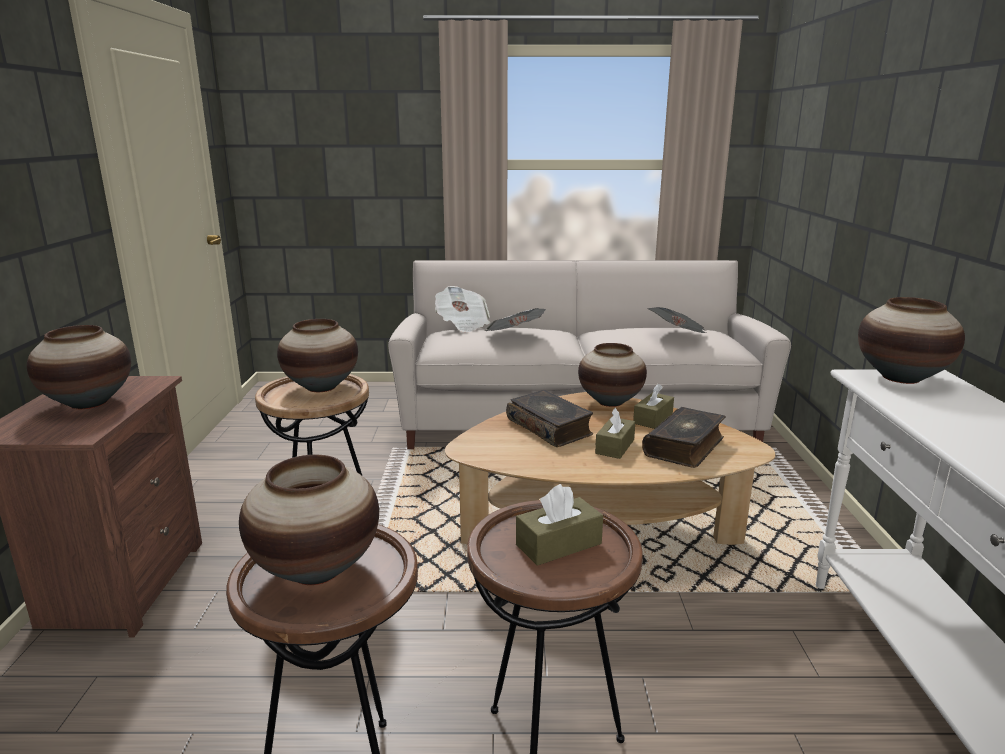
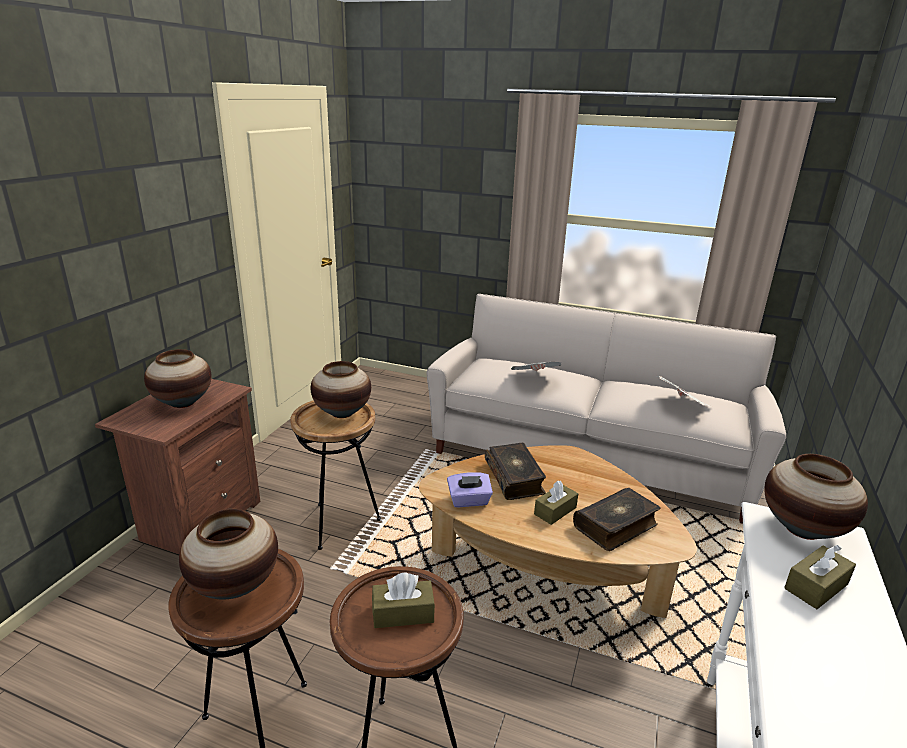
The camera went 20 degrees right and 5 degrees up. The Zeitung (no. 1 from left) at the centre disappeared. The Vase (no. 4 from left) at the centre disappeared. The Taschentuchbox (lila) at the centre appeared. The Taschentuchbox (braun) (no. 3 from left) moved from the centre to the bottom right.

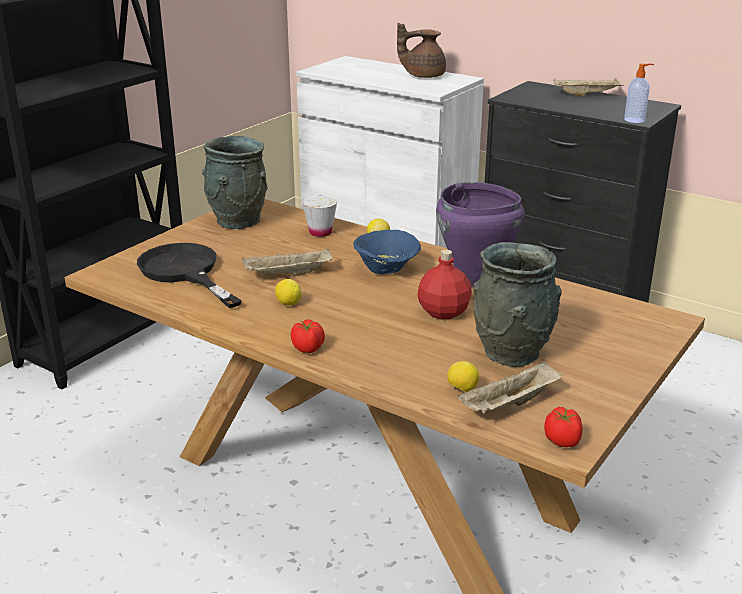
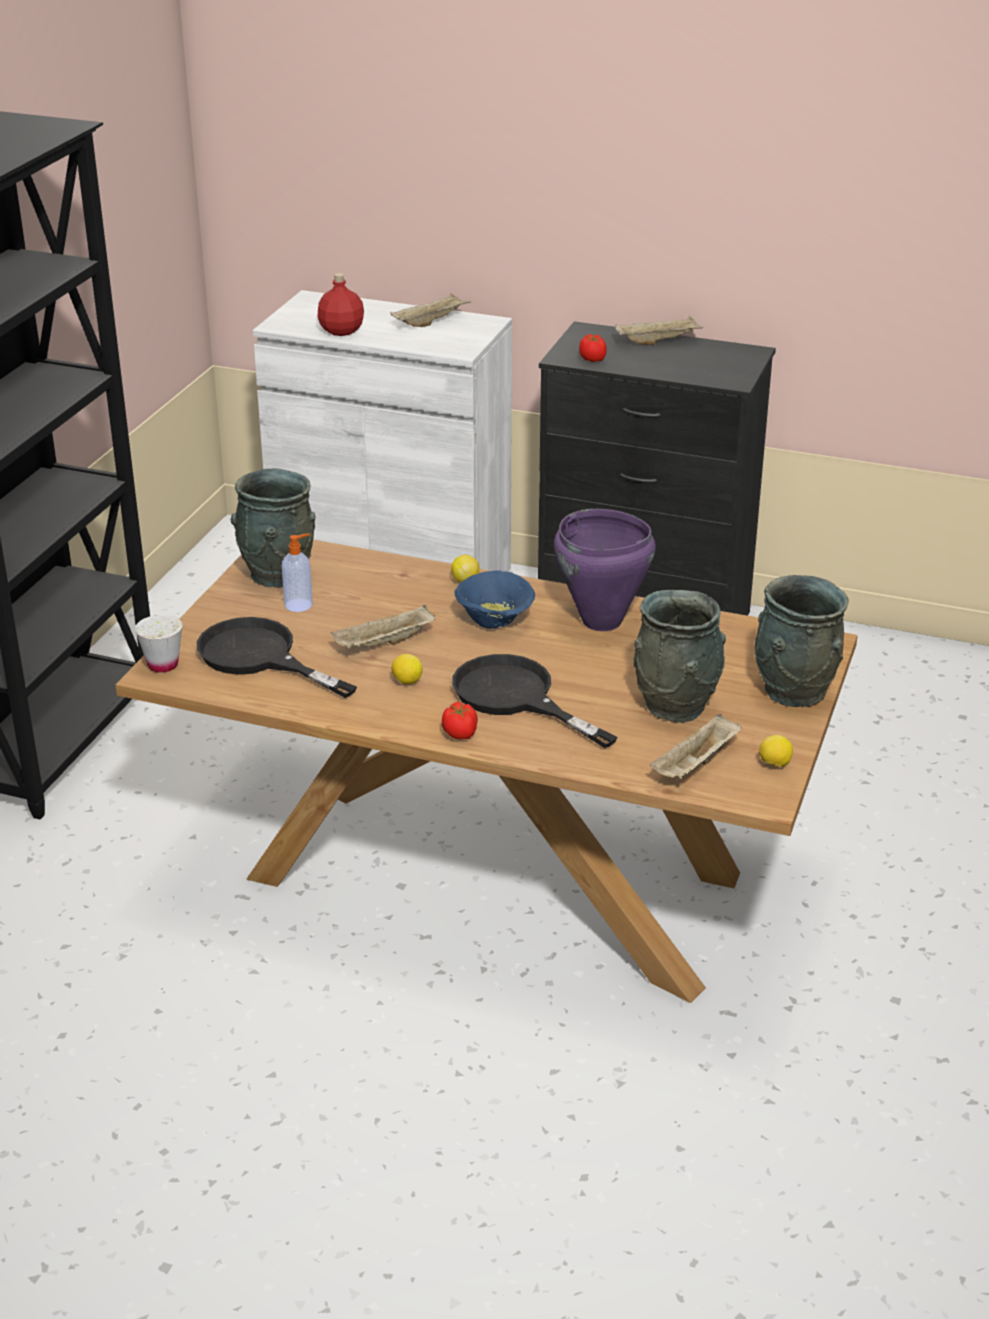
The camera went 15 degrees left and 5 degrees up. The Pfanne (schwarz) (no. 2 from left) at the centre appeared. The Vase (grau) (no. 3 from left) at the middle right appeared. The Tasse (weiß) moved from the centre to the middle left. The Flasche (rot) moved from the centre to the top centre. The Zitrone (no. 3 from left) moved from the centre to the middle right. The Tomate (no. 2 from left) moved from the bottom right to the top centre. The Seifenspender moved from the top right to the middle left. The Teekanne (braun) at the top centre was replaced by the Tablett (beige) (no. 2 from left) at the top centre.

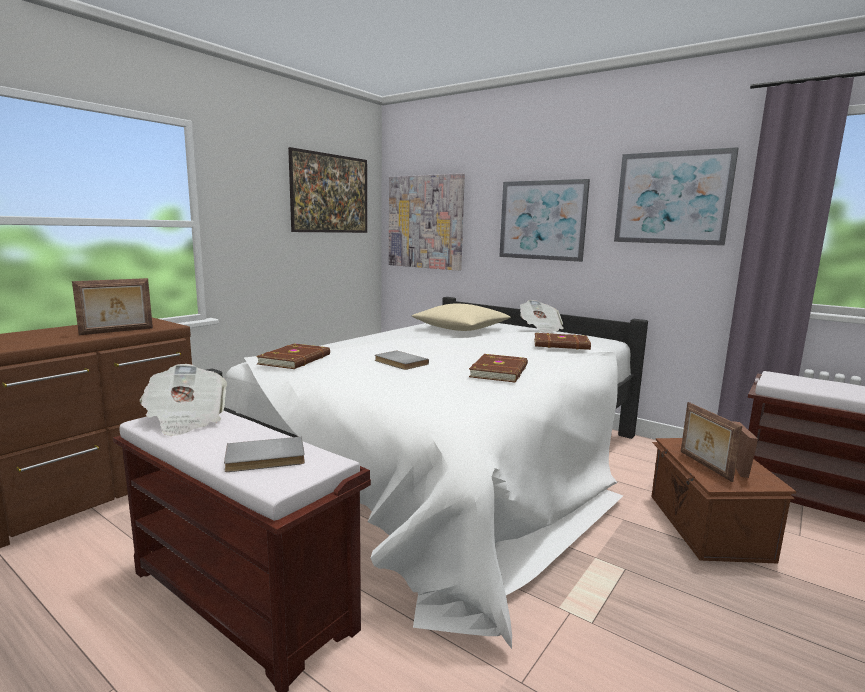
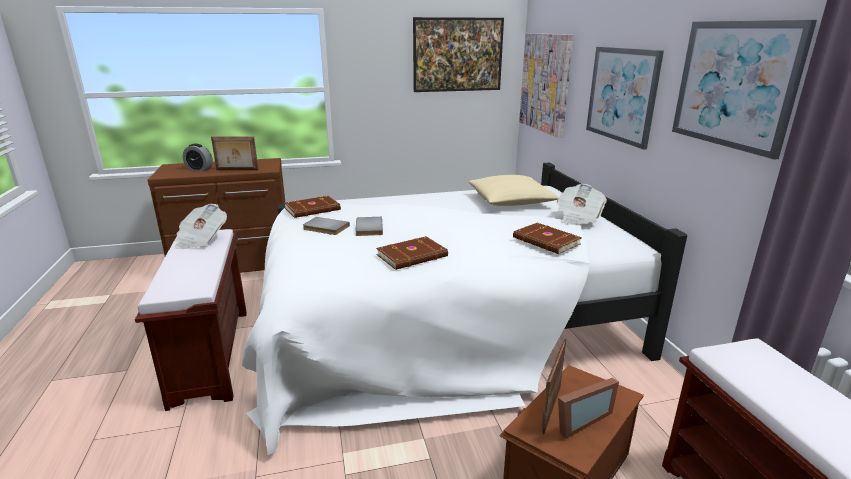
The camera went 40 degrees right and 10 degrees up. The Wecker at the top left appeared. The Buch (grau) (no. 1 from left) moved from the middle left to the centre.

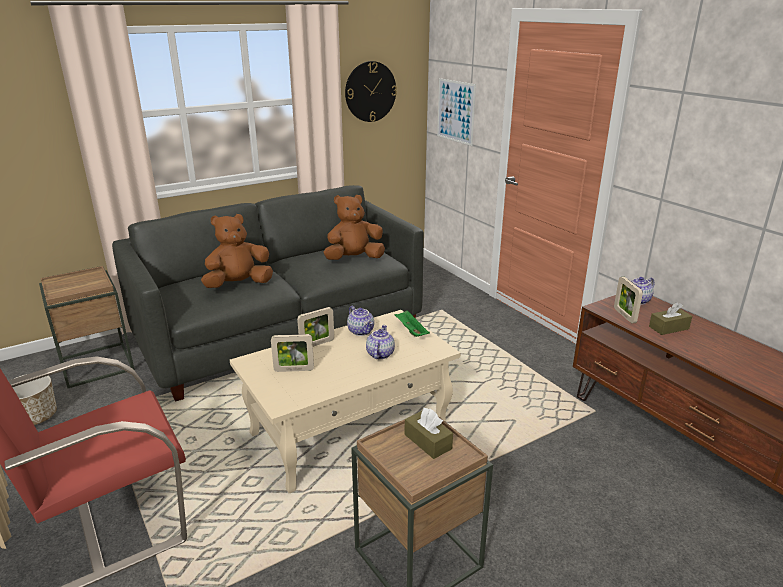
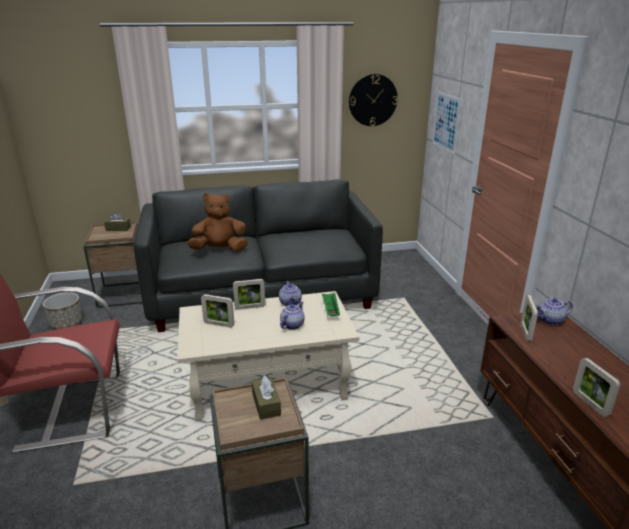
The camera went 20 degrees right and 0 degrees up. The Plüschtier (braun) (no. 2 from left) at the centre disappeared. The Bilderrahmen (no. 4 from left) at the bottom right appeared. The Taschentuchbox (braun) (no. 2 from left in the first image) moved from the middle right to the middle left.

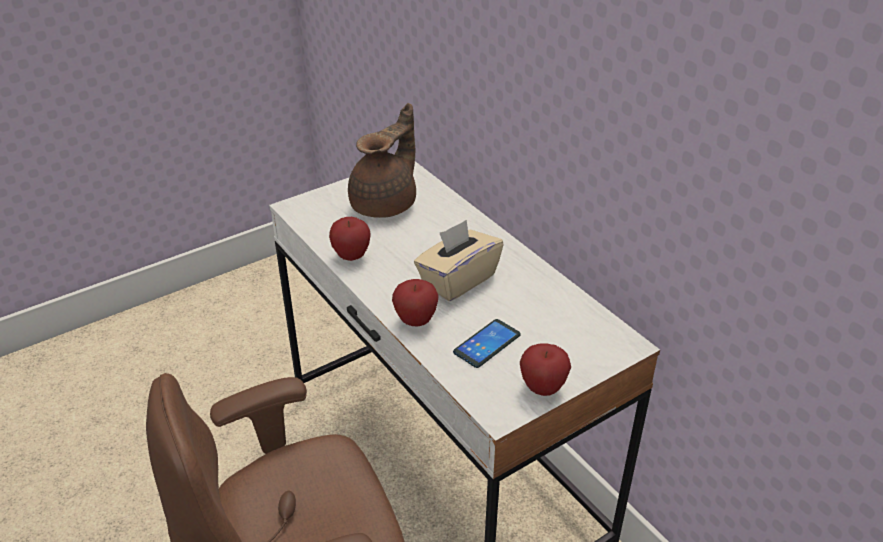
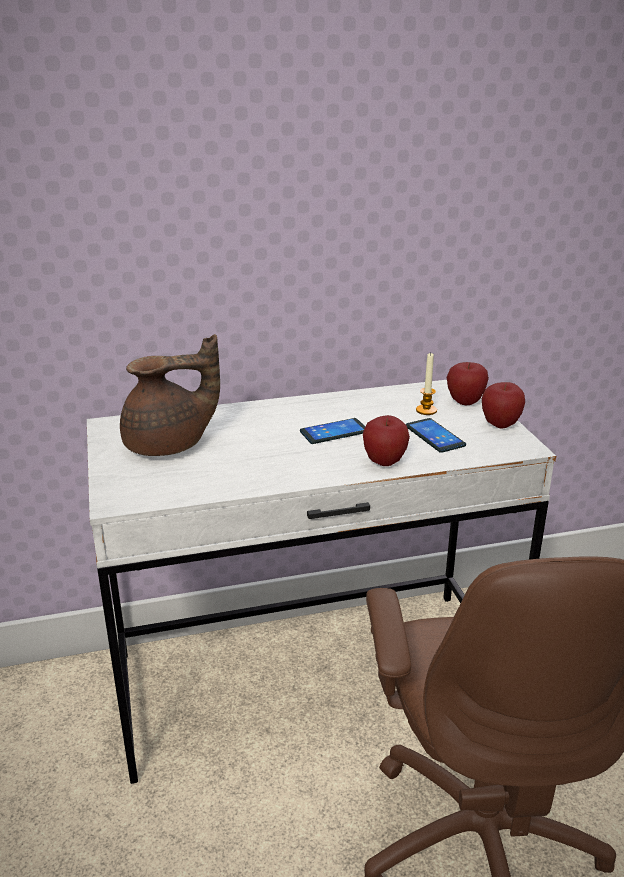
The camera went 70 degrees left and 10 degrees down. The Kerze at the middle right appeared. The Apfel (no. 1 from left in the first image) moved from the centre to the middle right. The Taschentuchbox (beige) at the centre was replaced by the Handy (no. 1 from left) at the centre. The Teekanne (braun) at the top centre turned 105 degrees clockwise.

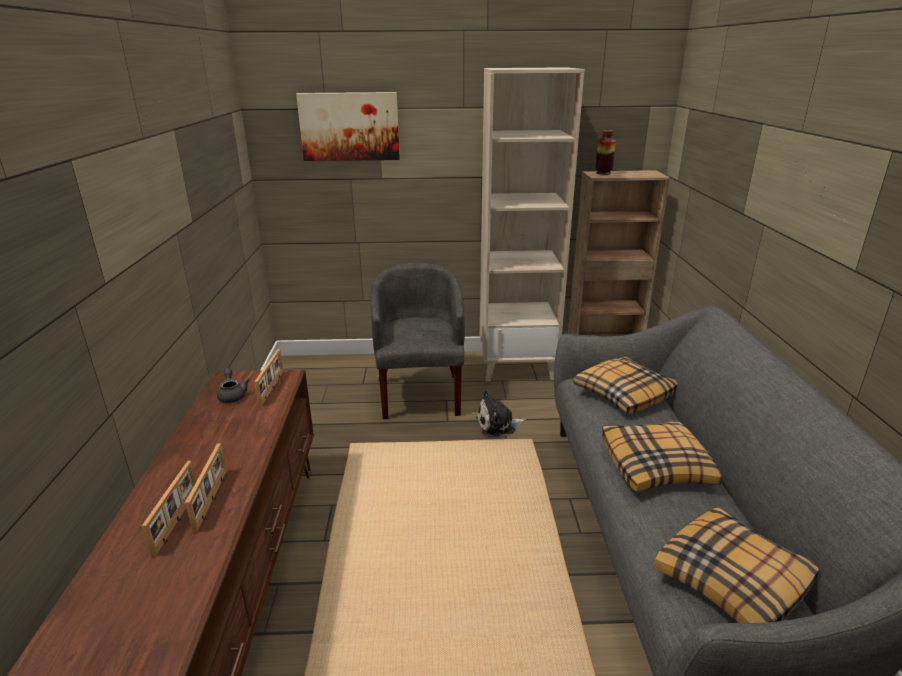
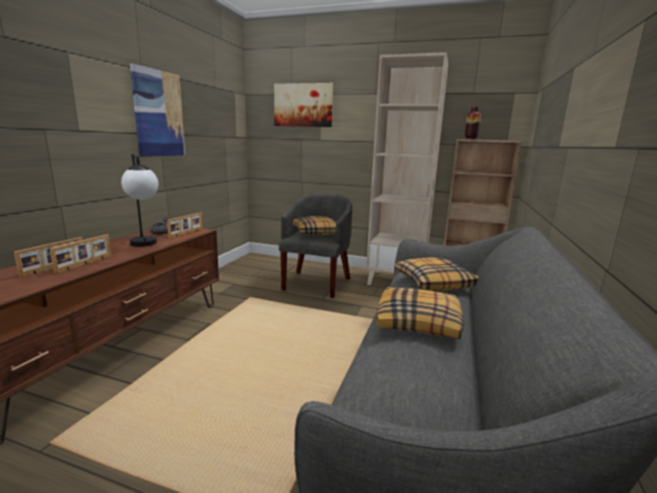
The camera went 20 degrees right and 10 degrees down. The Plüschtier at the centre disappeared. The Tischlampe at the middle left appeared. The Bild (no. 1 from left) at the top left appeared. The Kissen (no. 3 from left in the first image) moved from the bottom right to the centre.

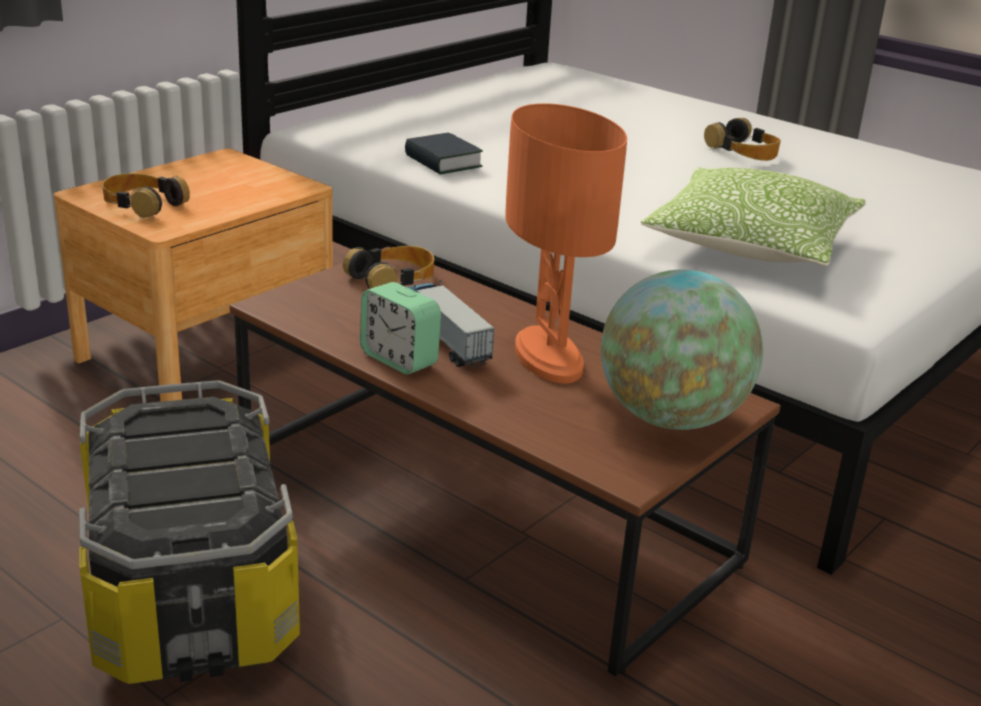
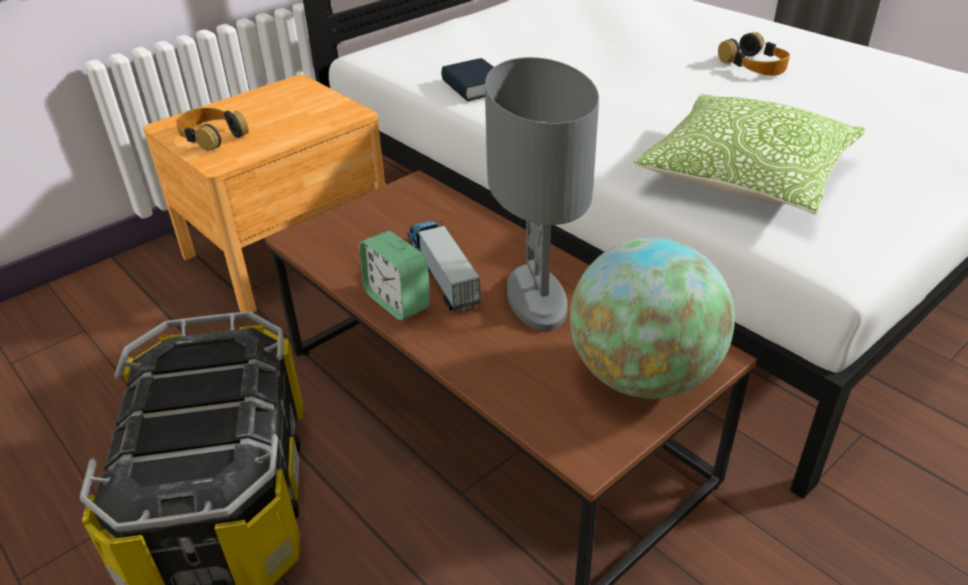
The camera went 10 degrees right and 10 degrees up. The Kopfhörer (no. 2 from left) at the centre disappeared. The Tischlampe (orange) at the centre became the Tischlampe (grau) at the top centre.

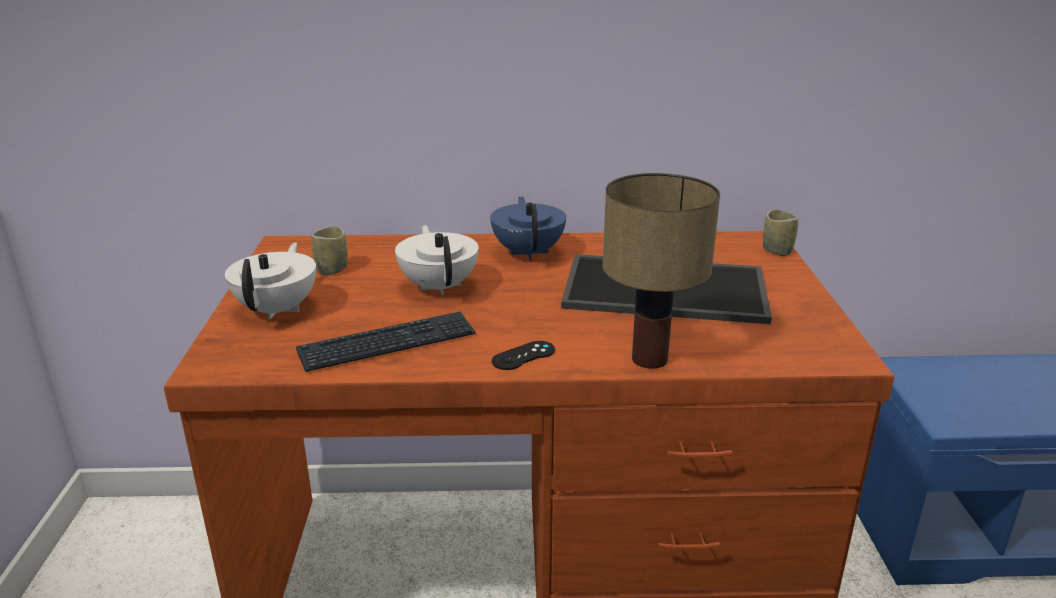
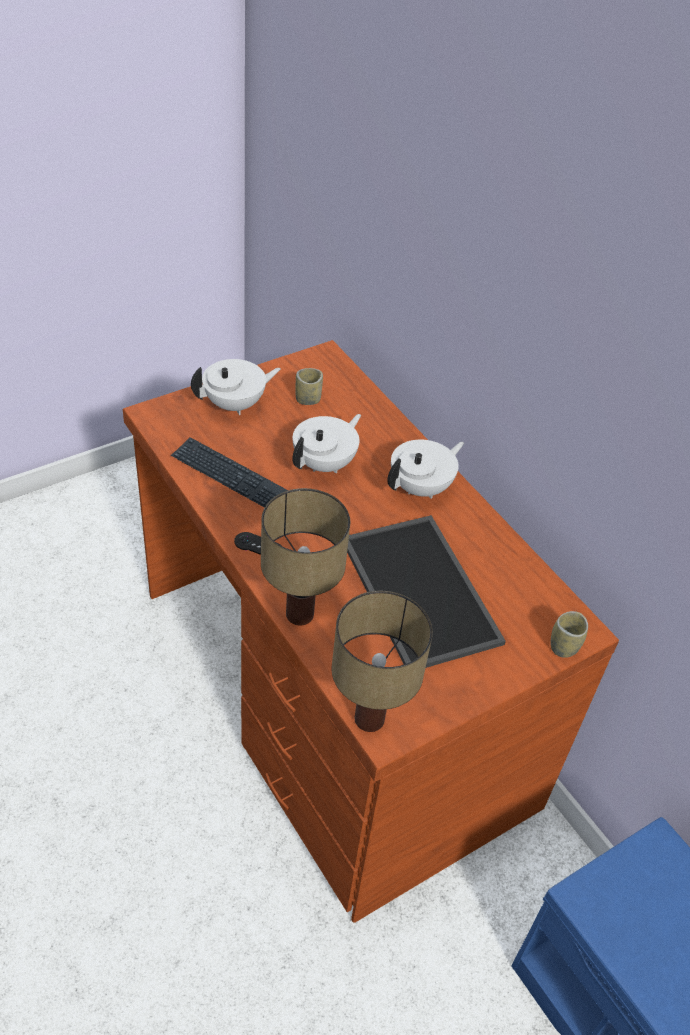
The camera went 55 degrees right and 20 degrees up. The Tischlampe (no. 2 from left) at the centre appeared. The Teekanne (blau) at the centre became the Teekanne (weiß) (no. 3 from left) at the centre.

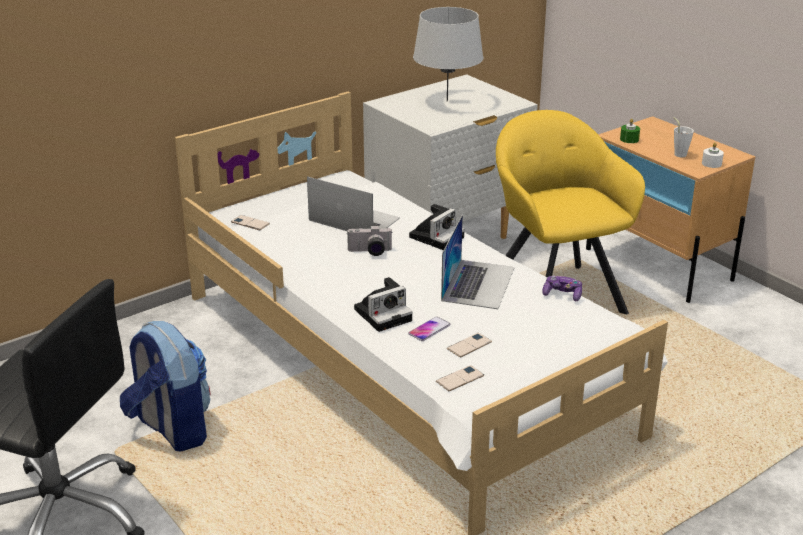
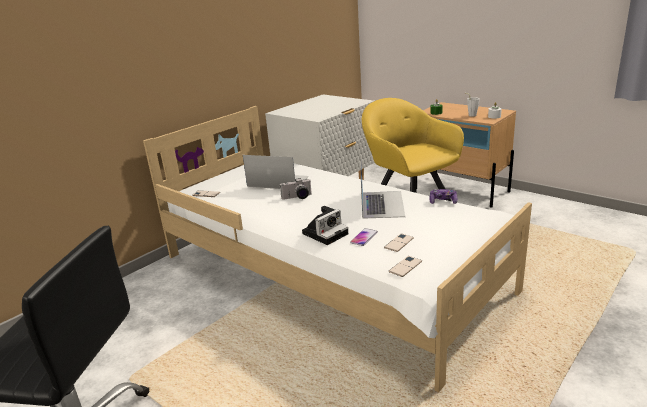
The camera went 10 degrees left and 5 degrees down. The Rucksack at the bottom left disappeared. The Kamera (no. 3 from left) at the centre disappeared. The Tischlampe (grau) at the top centre disappeared.

